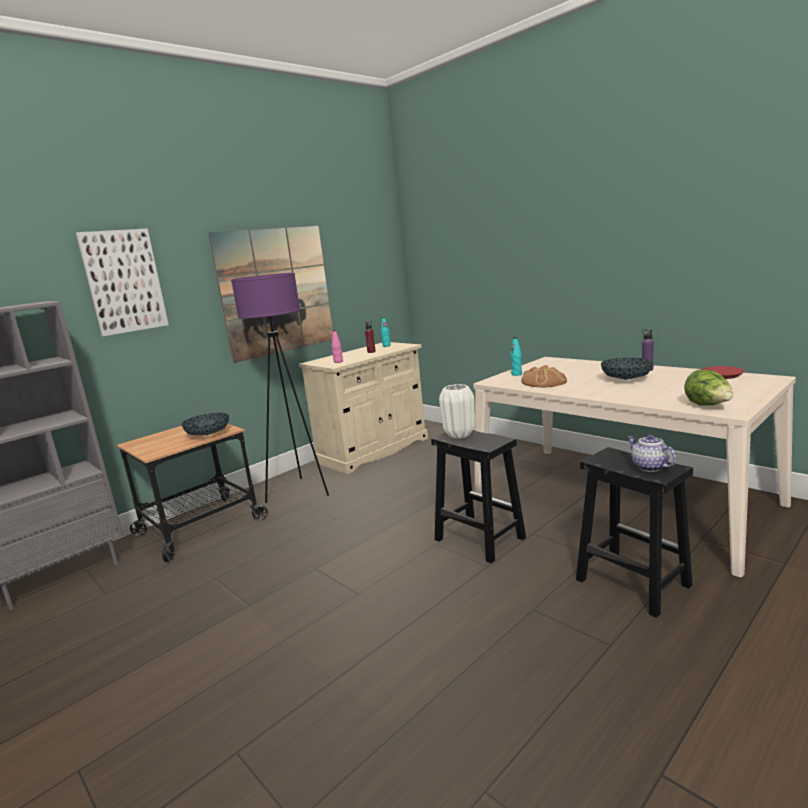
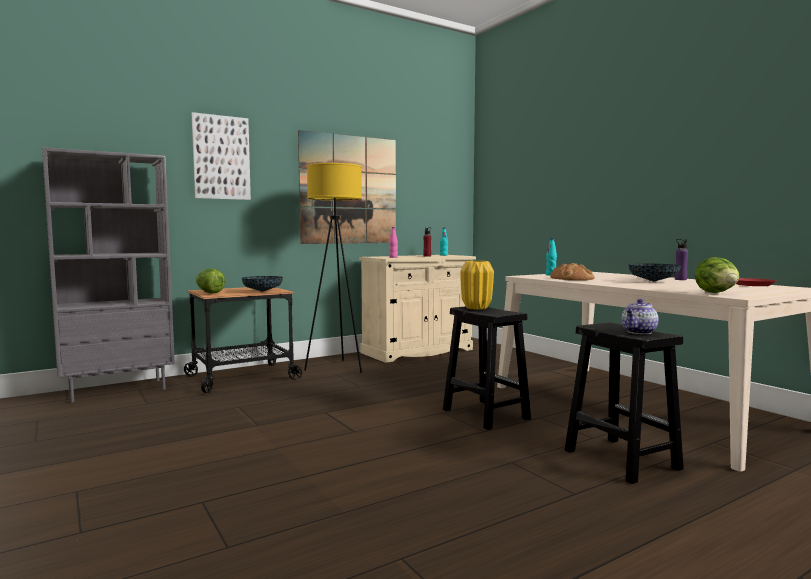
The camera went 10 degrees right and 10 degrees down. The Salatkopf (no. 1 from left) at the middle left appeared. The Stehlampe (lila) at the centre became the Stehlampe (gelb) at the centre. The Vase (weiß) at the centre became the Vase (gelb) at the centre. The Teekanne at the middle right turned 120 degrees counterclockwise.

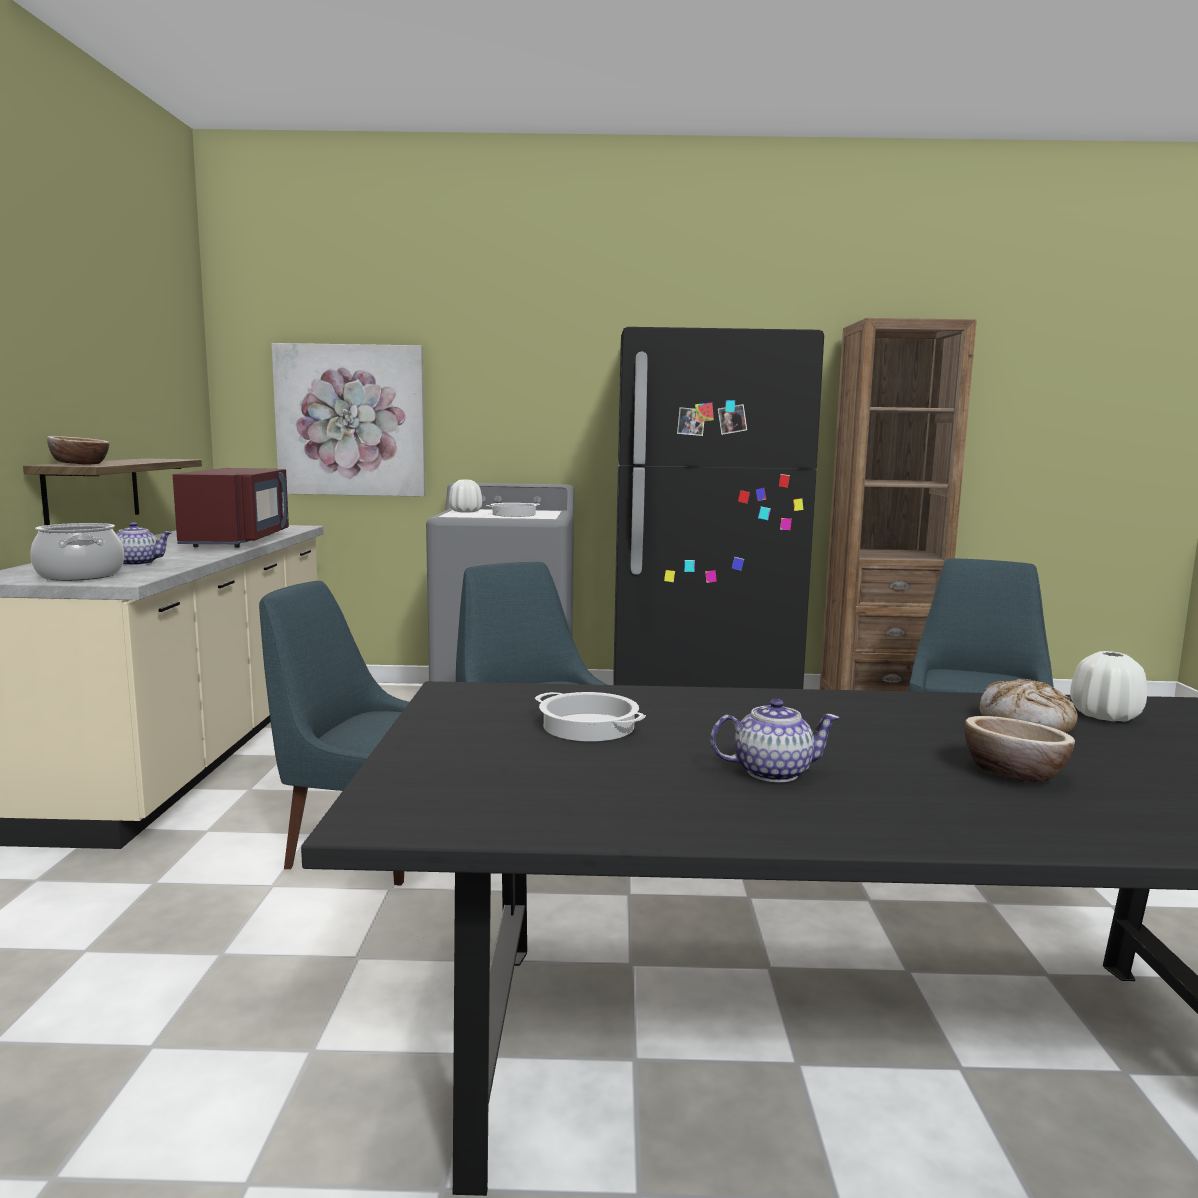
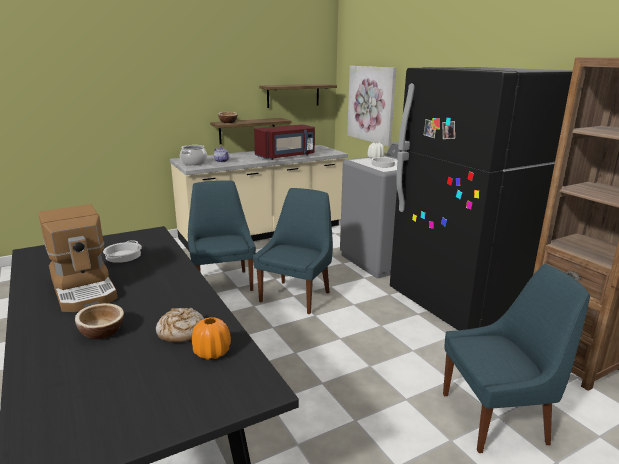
The camera went 60 degrees right and 10 degrees up. The Wandregal (no. 2 from left) at the top centre appeared. The Teekanne (no. 2 from left) at the centre was replaced by the Kaffeemaschine at the middle left. The Vase (weiß) (no. 2 from left) at the middle right became the Vase (orange) at the bottom centre.

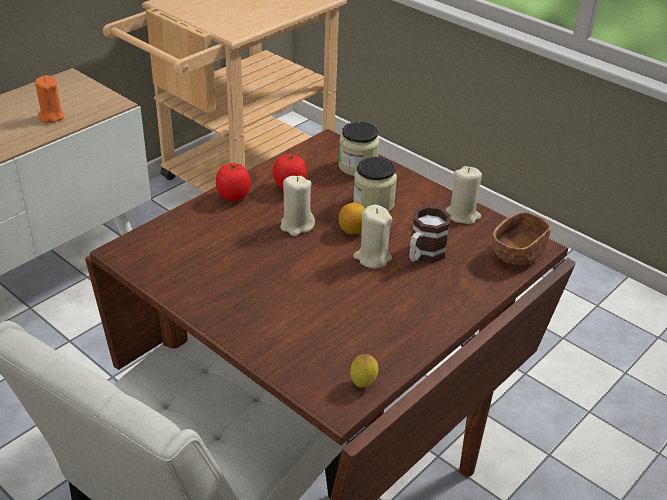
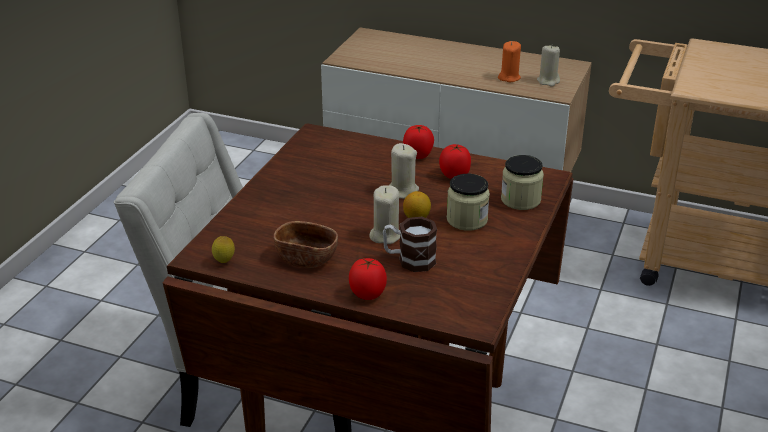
The camera went 70 degrees right and 5 degrees down. The Tomate (no. 1 from left) at the centre appeared. The Kerze (beige) (no. 3 from left) moved from the middle right to the top right. The Schüssel (braun) moved from the middle right to the centre.

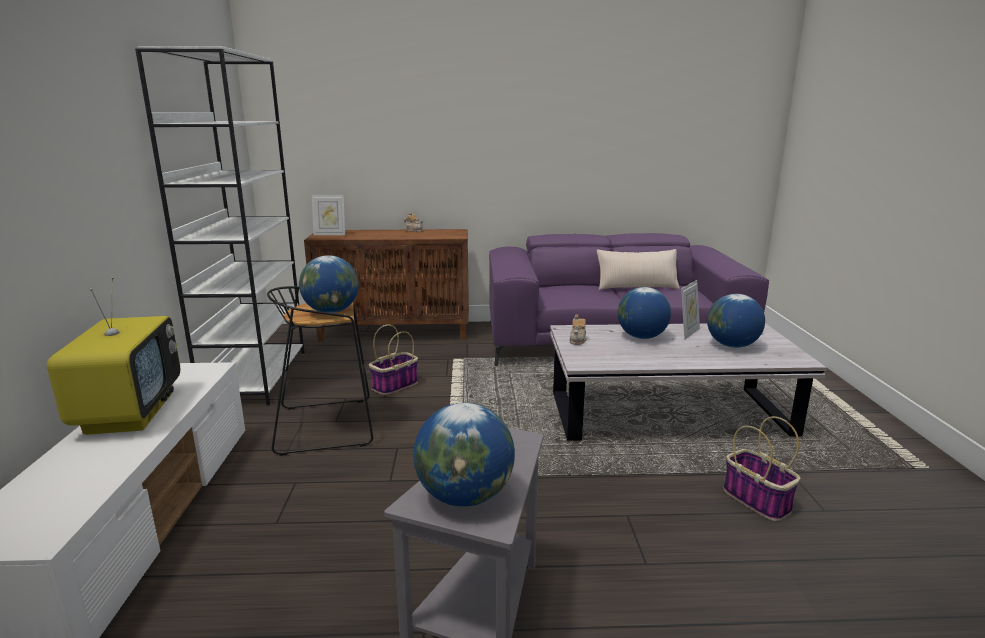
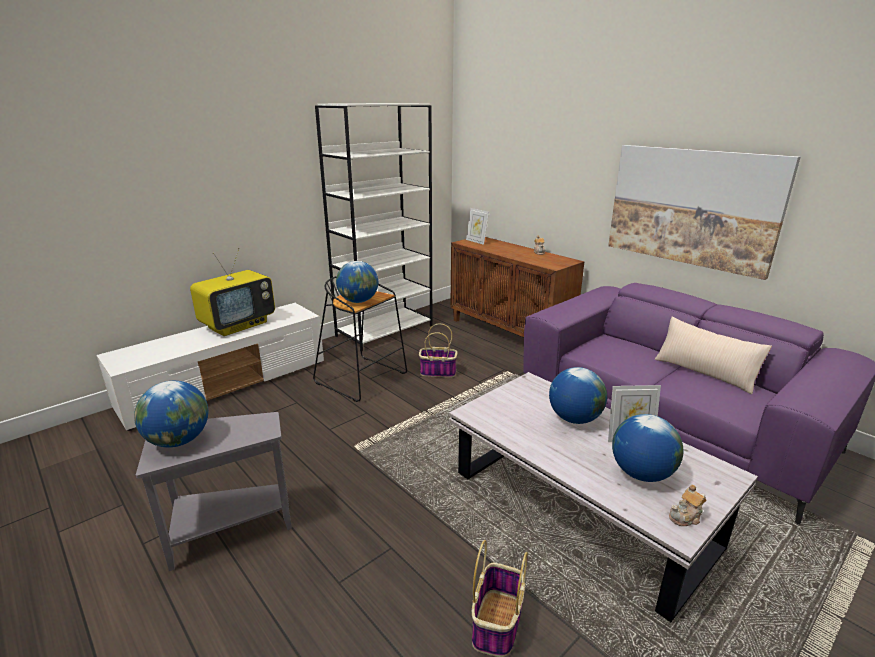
The camera went 50 degrees right and 5 degrees up. The Bild at the top right appeared. The Teekanne (no. 2 from left) moved from the centre to the bottom right.

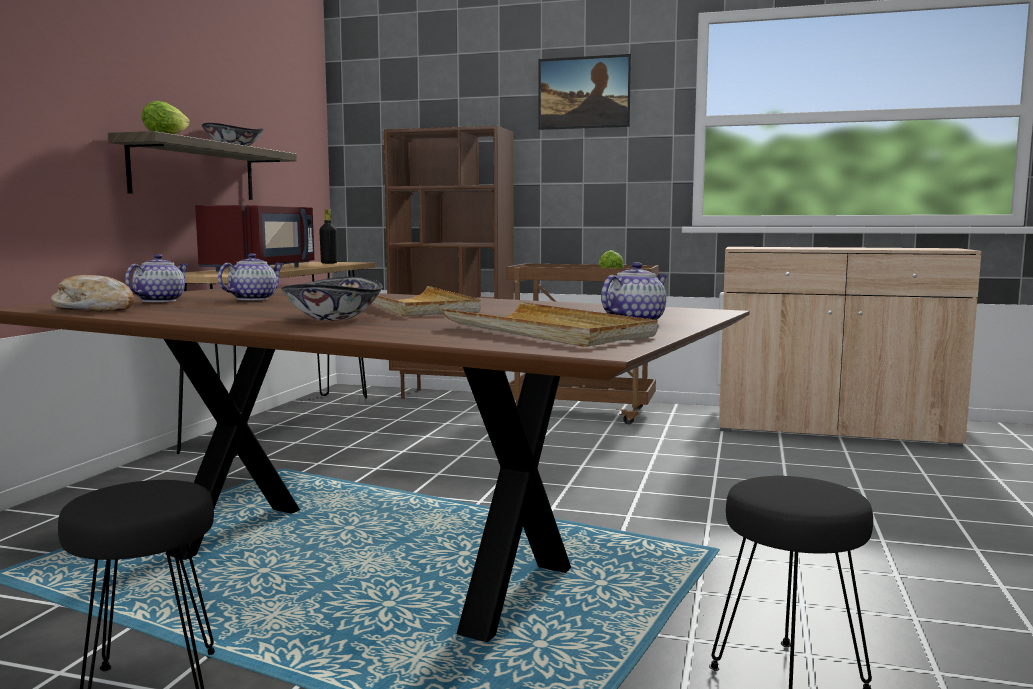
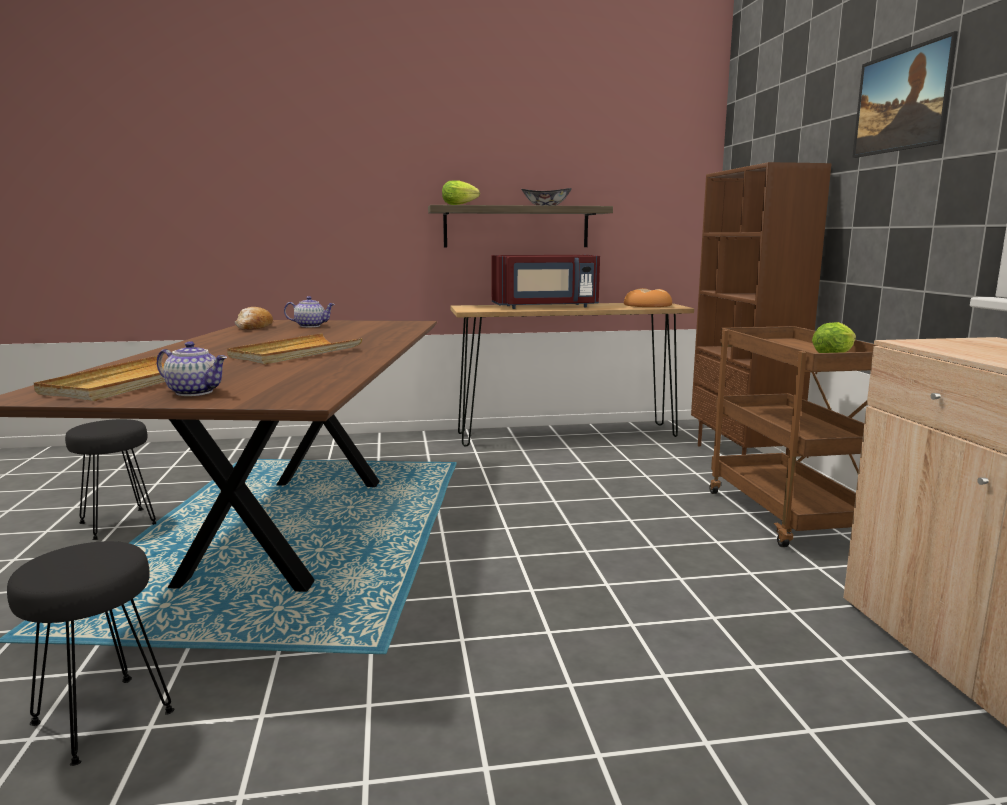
The camera went 65 degrees right and 5 degrees up. The Teekanne (no. 2 from left) at the middle left disappeared. The Schüssel (no. 2 from left) at the middle left disappeared. The Flasche (schwarz) at the middle left was replaced by the Brot (no. 2 from left) at the centre.

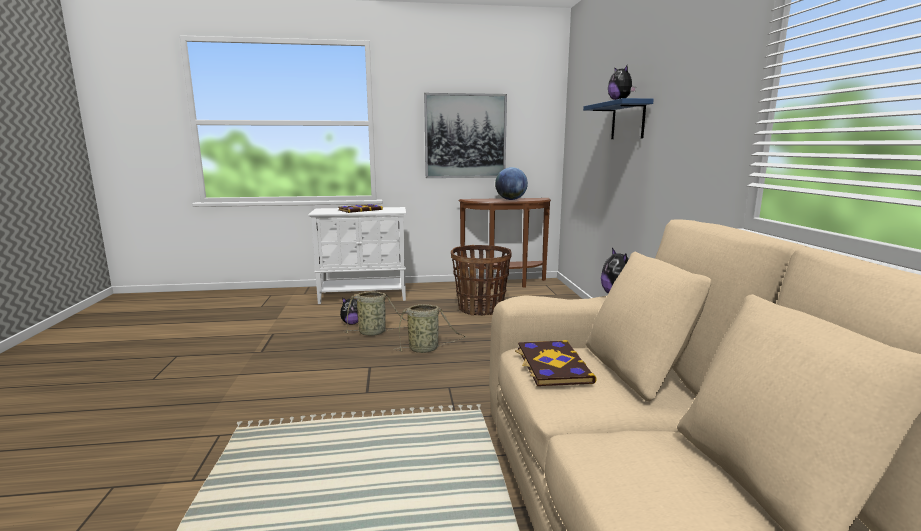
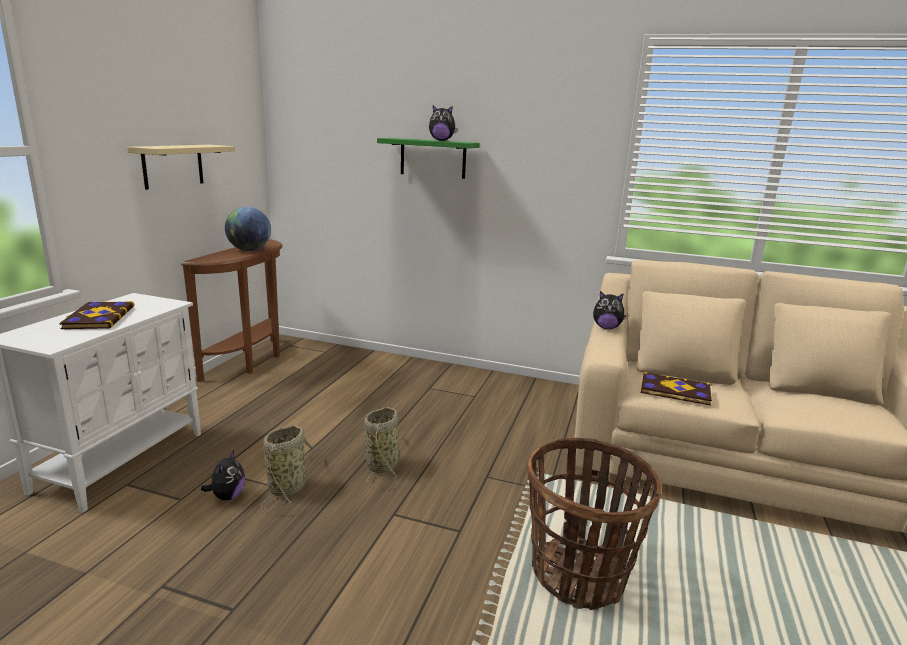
The camera went 65 degrees left and 5 degrees up. The Korb (no. 3 from left) moved from the centre to the bottom centre. The Bild at the top centre was replaced by the Wandregal (beige) at the top left. The Wandregal (blau) at the top right became the Wandregal (grün) at the top centre.

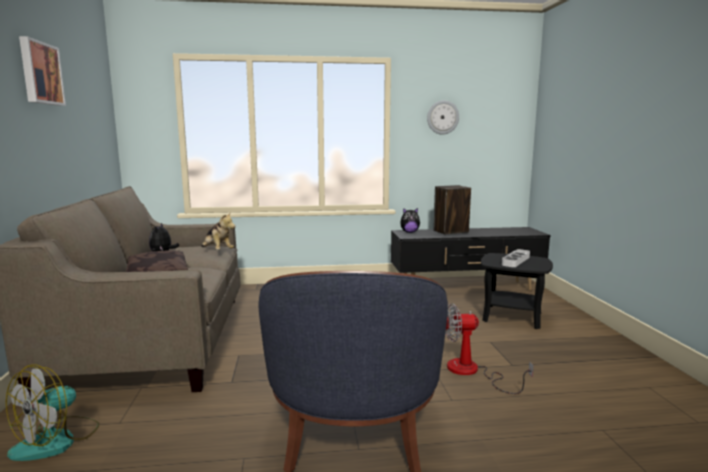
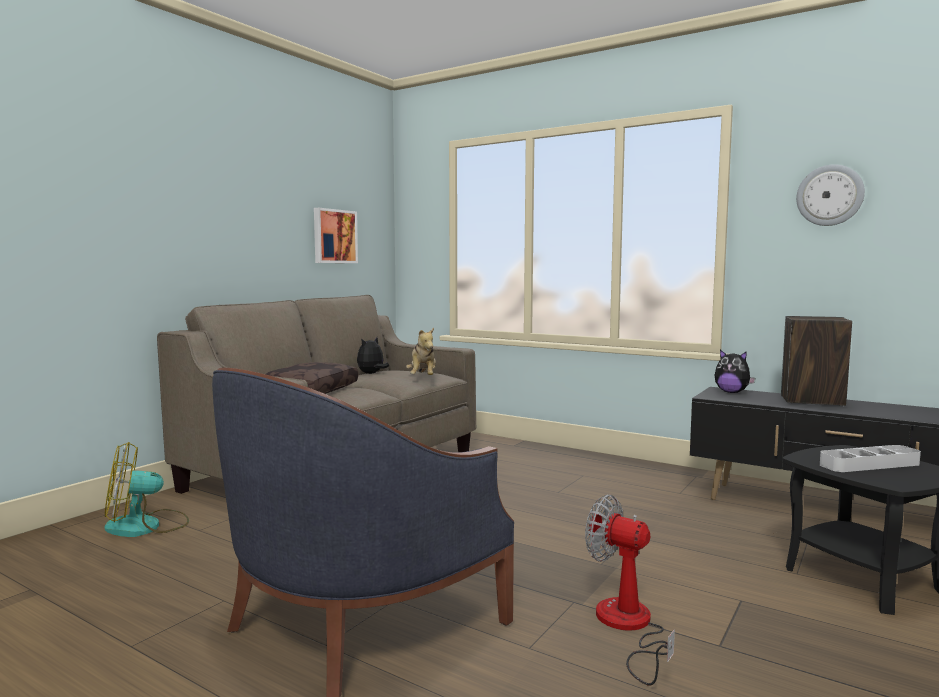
The camera went 40 degrees right and 5 degrees down. The Bild moved from the top left to the centre.

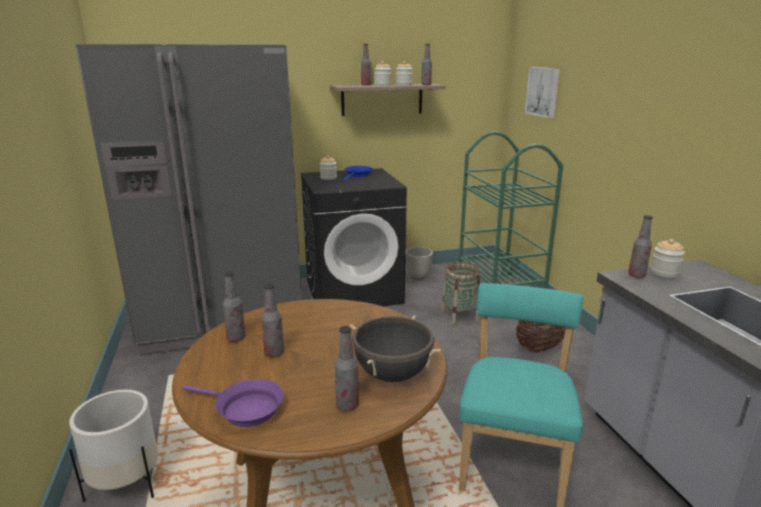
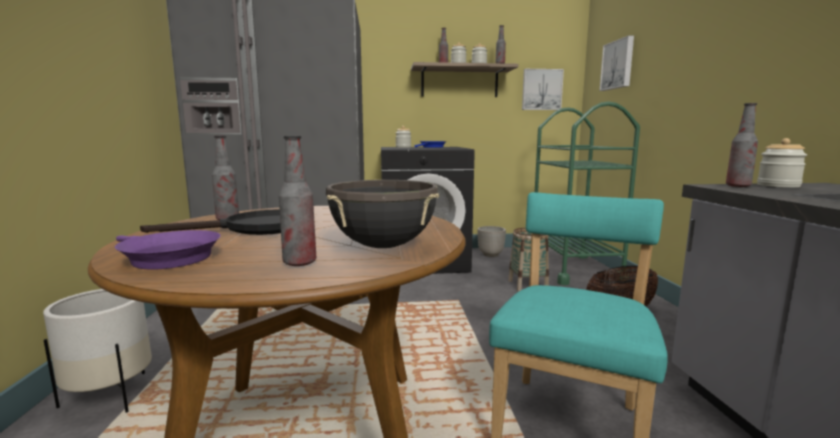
The camera went 10 degrees right and 10 degrees down. The Bild (no. 1 from left) at the top centre appeared. The Flasche (no. 2 from left) at the centre was replaced by the Pfanne (schwarz) at the middle left.

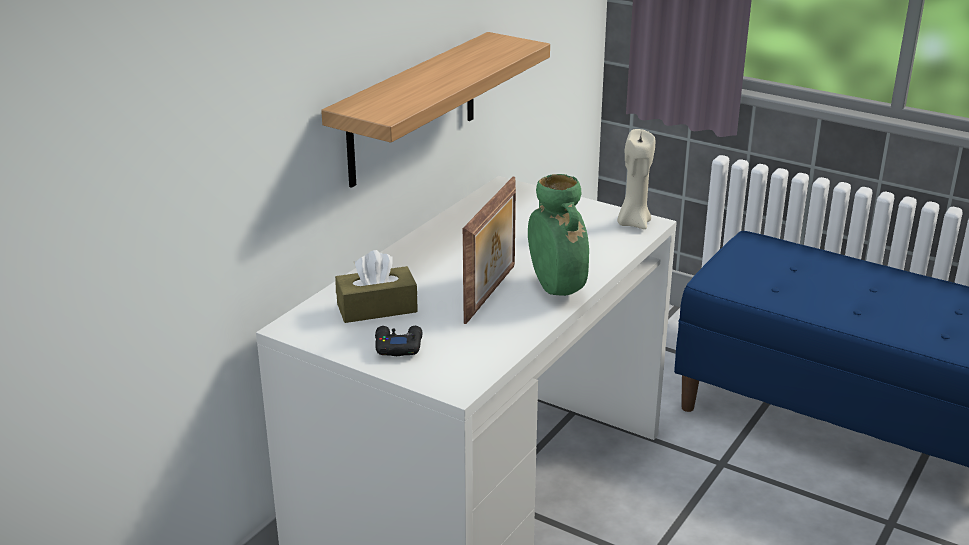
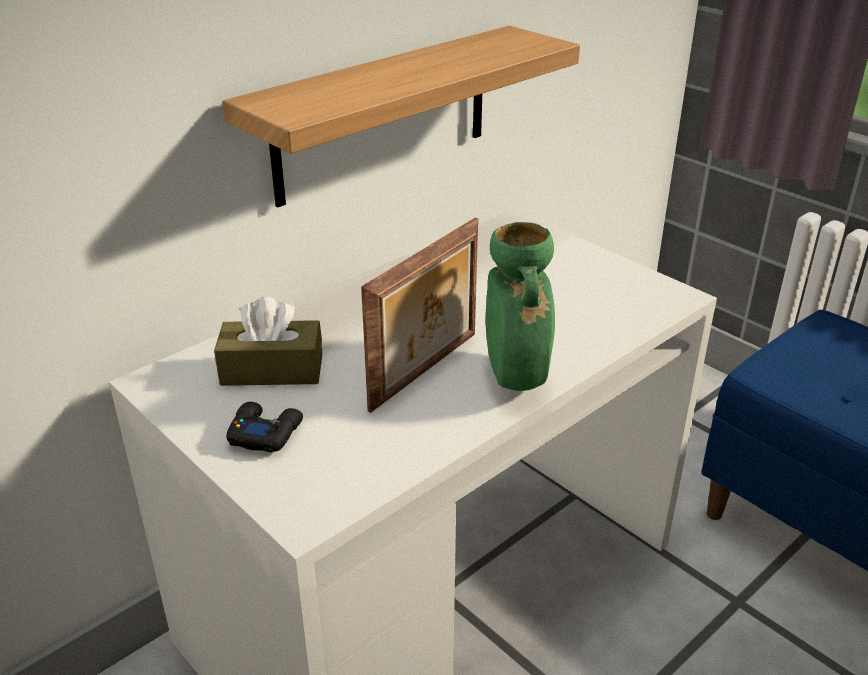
The camera went 15 degrees right and 5 degrees up. The Kerze (beige) at the top centre disappeared.

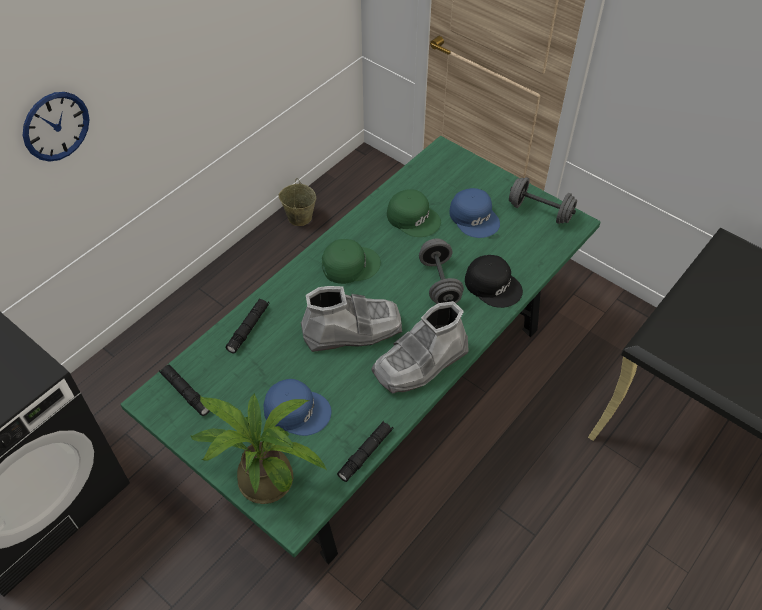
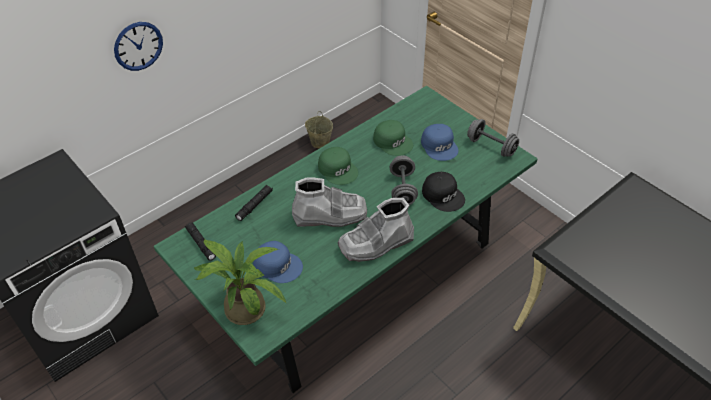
The camera went 10 degrees right and 5 degrees down. The Taschenlampe (schwarz) (no. 3 from left) at the bottom centre disappeared. The Kappe (grün) (no. 1 from left) at the centre turned 60 degrees clockwise.

